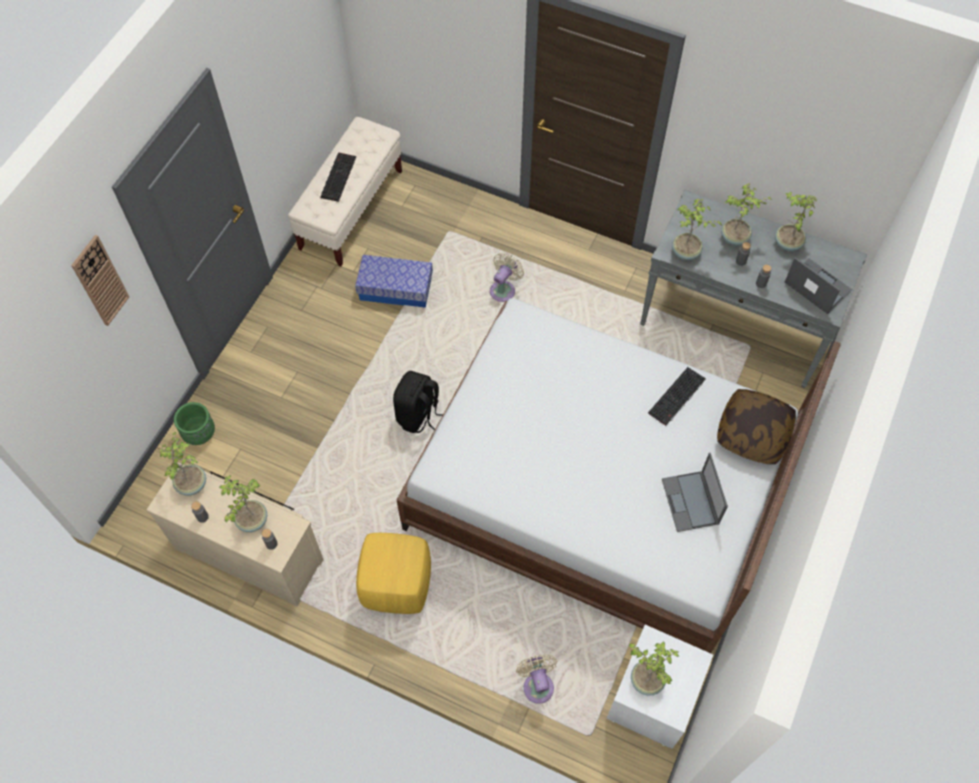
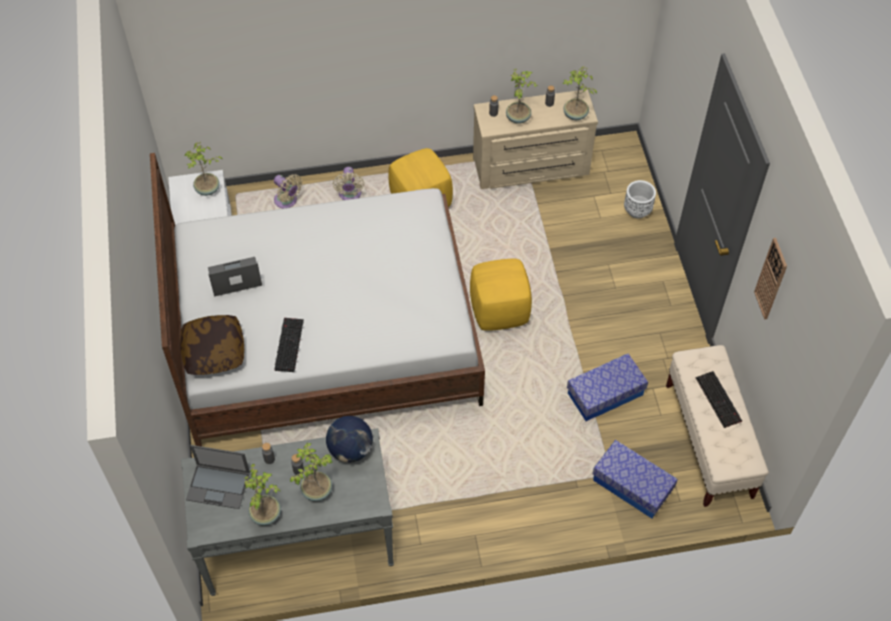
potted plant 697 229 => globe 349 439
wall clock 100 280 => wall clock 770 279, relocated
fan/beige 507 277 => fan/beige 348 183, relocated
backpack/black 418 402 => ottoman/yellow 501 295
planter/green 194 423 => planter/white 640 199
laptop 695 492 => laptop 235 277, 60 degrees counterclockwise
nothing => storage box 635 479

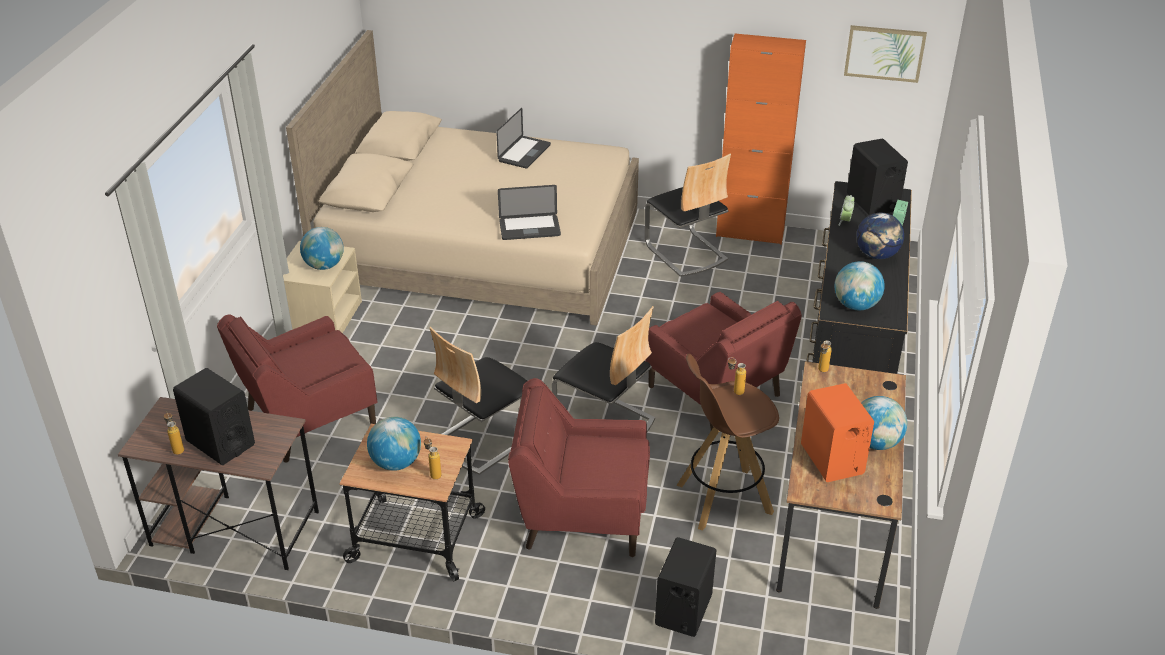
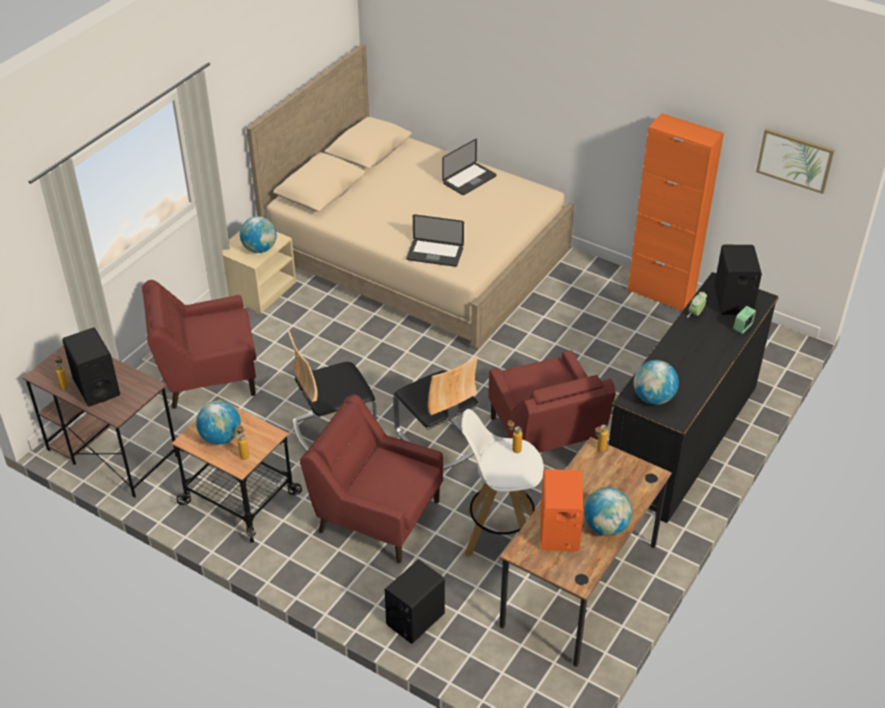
chair 688 215 => nothing
globe 880 236 => nothing
stool/brown 727 442 => stool/white 502 483

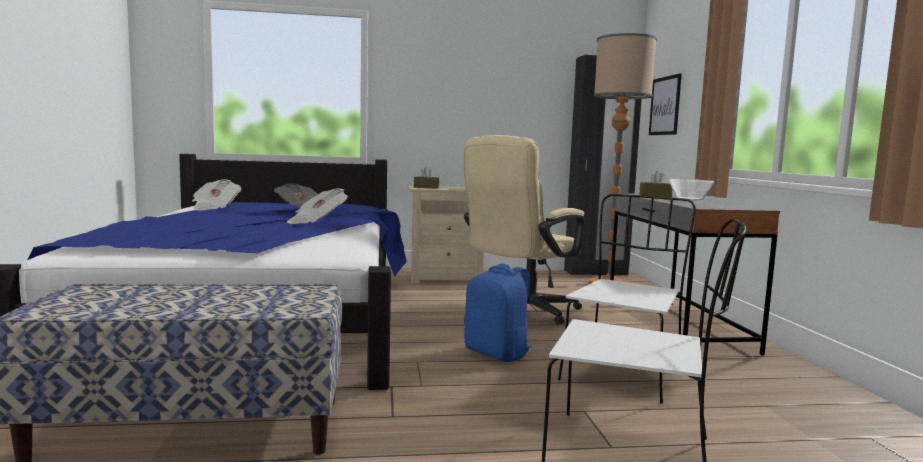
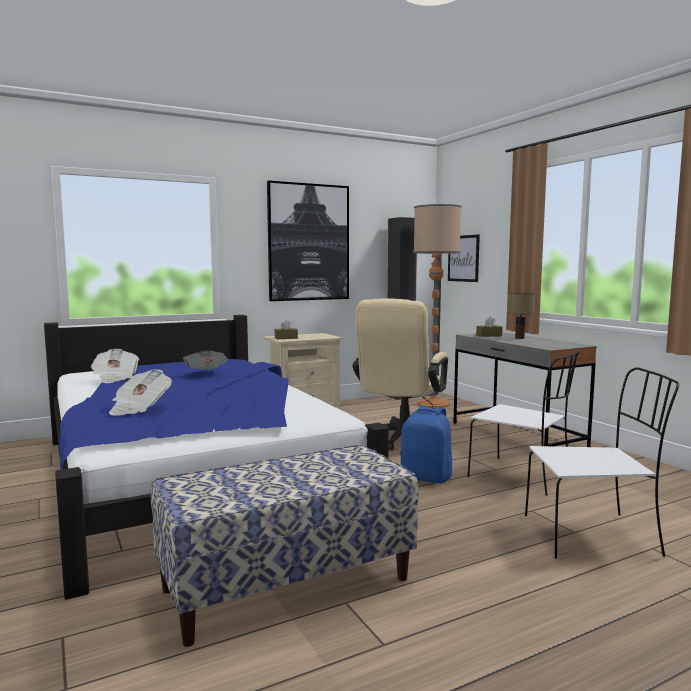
bowl 691 189 => table lamp 521 316
newspaper 317 206 => newspaper 140 392, relocated
chair/white 627 299 => chair/white 523 423, 120 degrees clockwise
nothing => picture 308 241

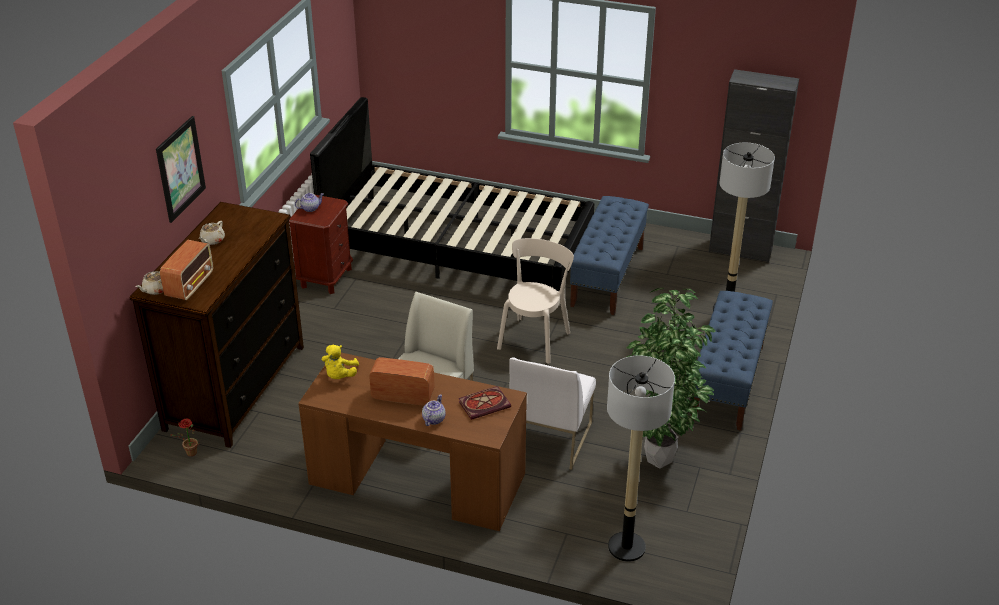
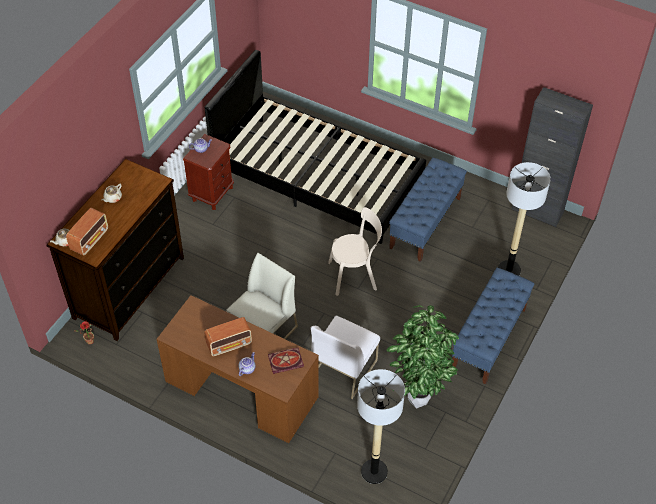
picture 181 169 => nothing
chair/beige 535 301 => chair/beige 355 251, 45 degrees clockwise
plush toy/yellow 340 362 => nothing
radio 402 381 => radio 228 336, 135 degrees clockwise

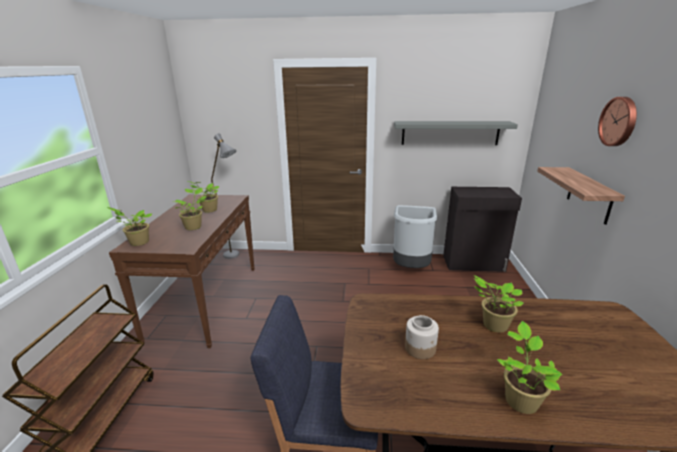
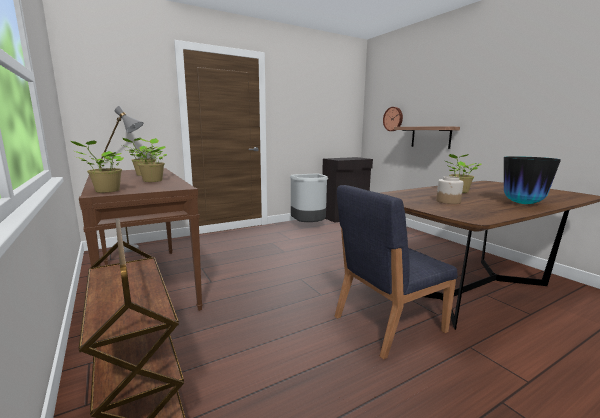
wall clock 617 121 => wall clock 393 119, relocated
shelf/grey 456 133 => nothing
potted plant 530 367 => vase 532 180

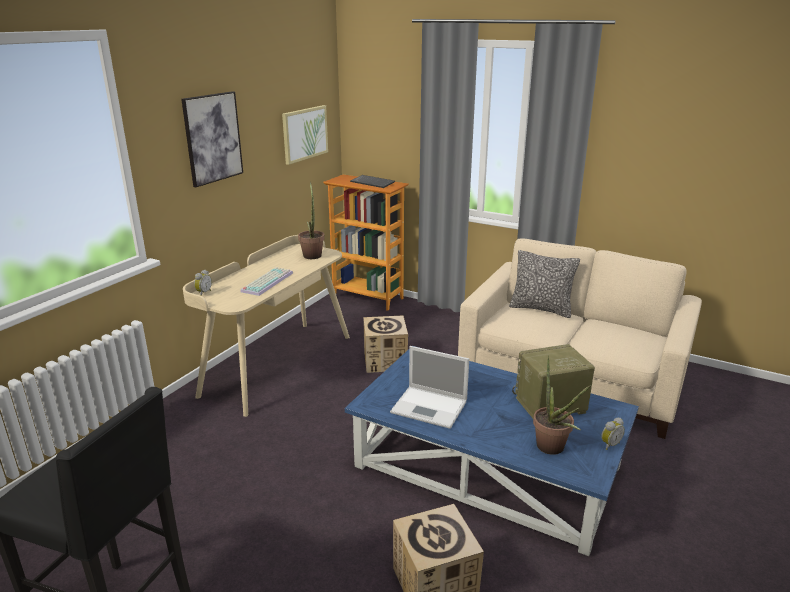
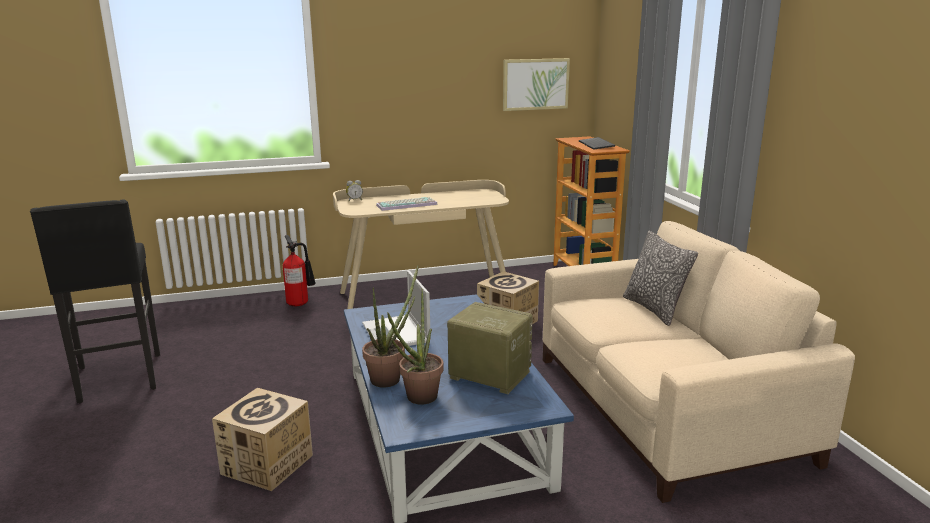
picture 212 139 => nothing
potted plant 311 220 => potted plant 390 326, relocated
alarm clock 613 434 => nothing
nothing => fire extinguisher 299 270

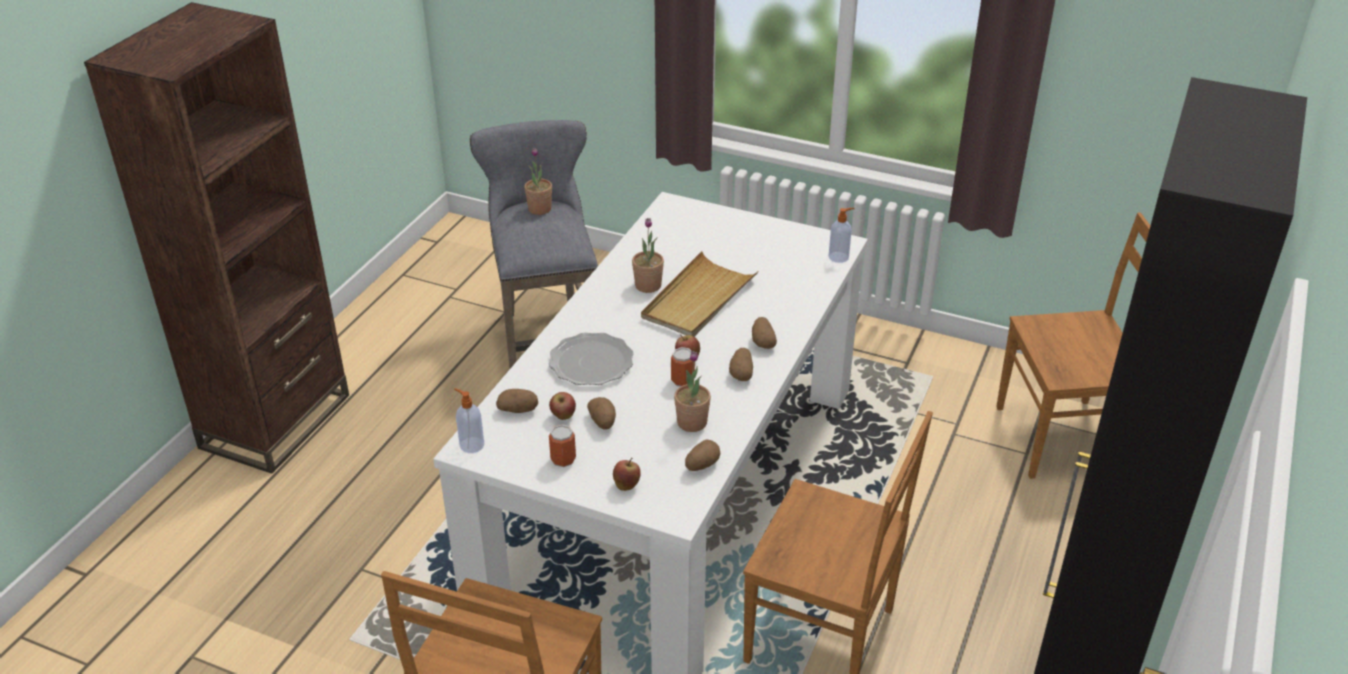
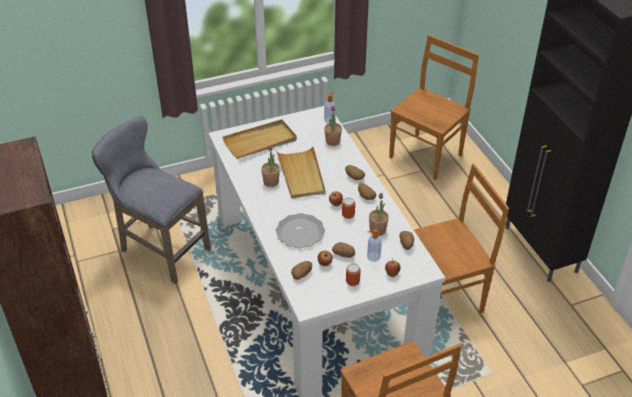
potted plant 538 181 => potted plant 333 126, relocated
soap dispenser 469 420 => soap dispenser 374 245, relocated
nothing => tray/beige 259 139

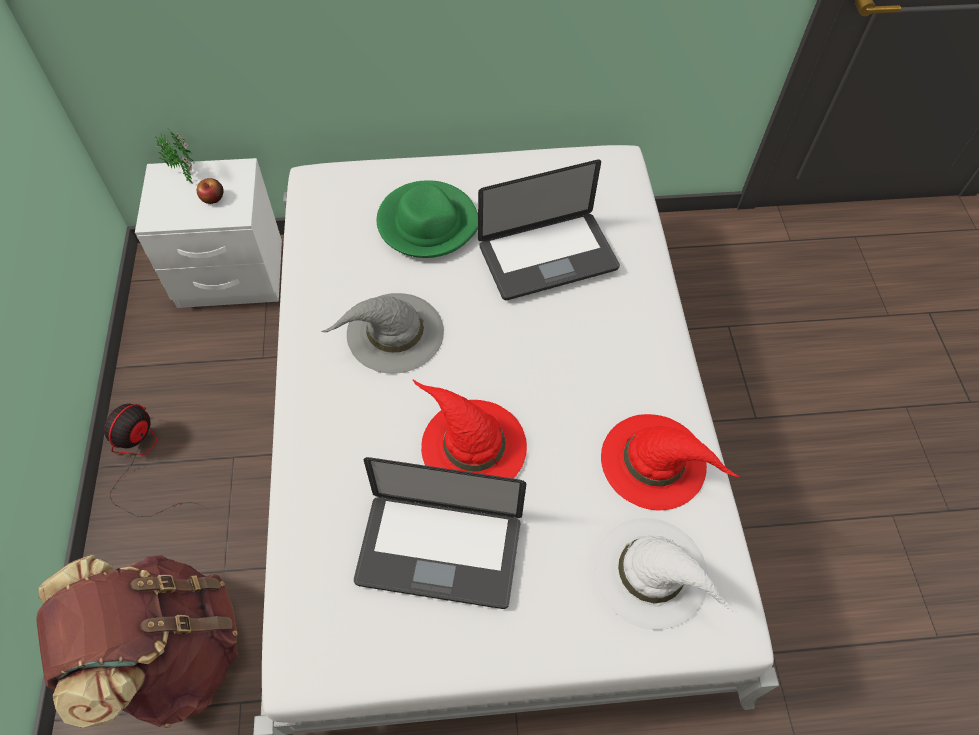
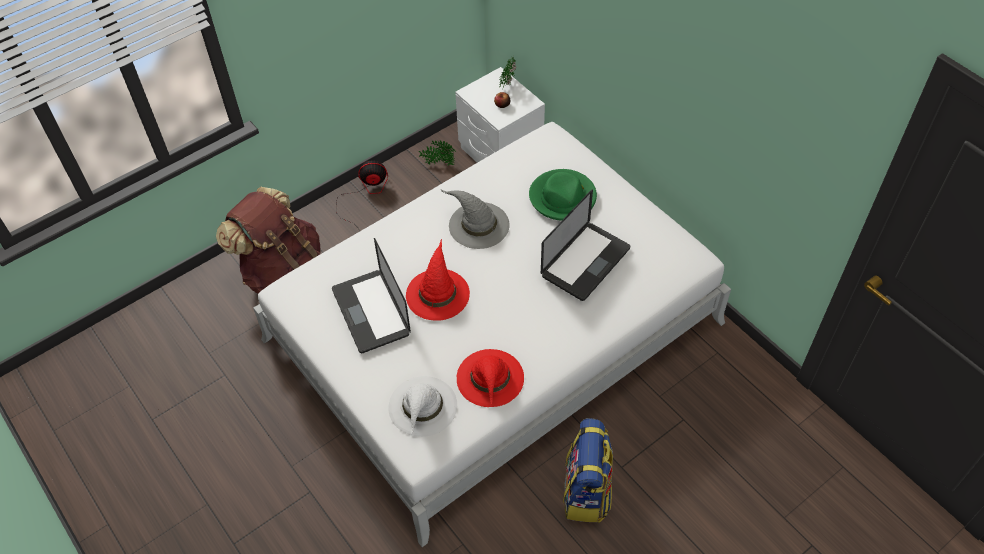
laptop 549 229 => laptop 585 245, 90 degrees counterclockwise
nothing => potted plant 437 153
nothing => backpack 588 470

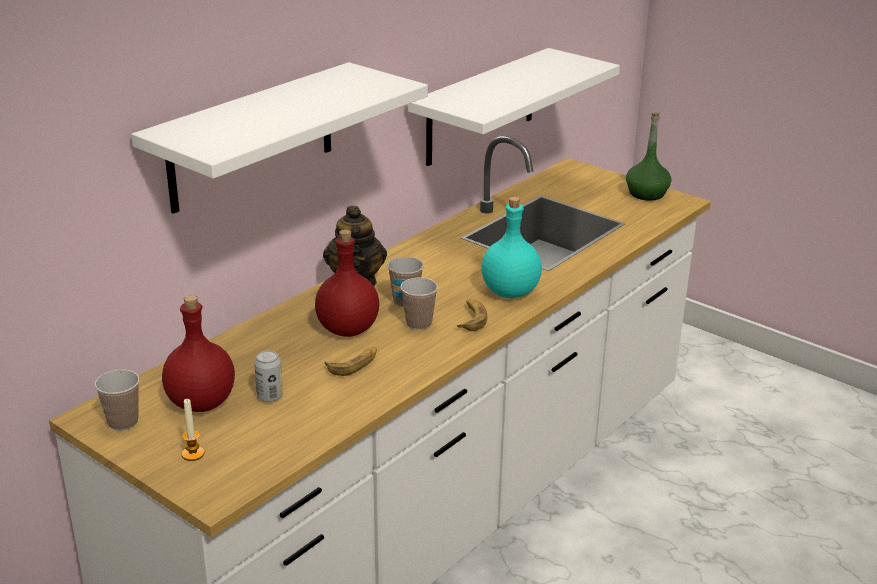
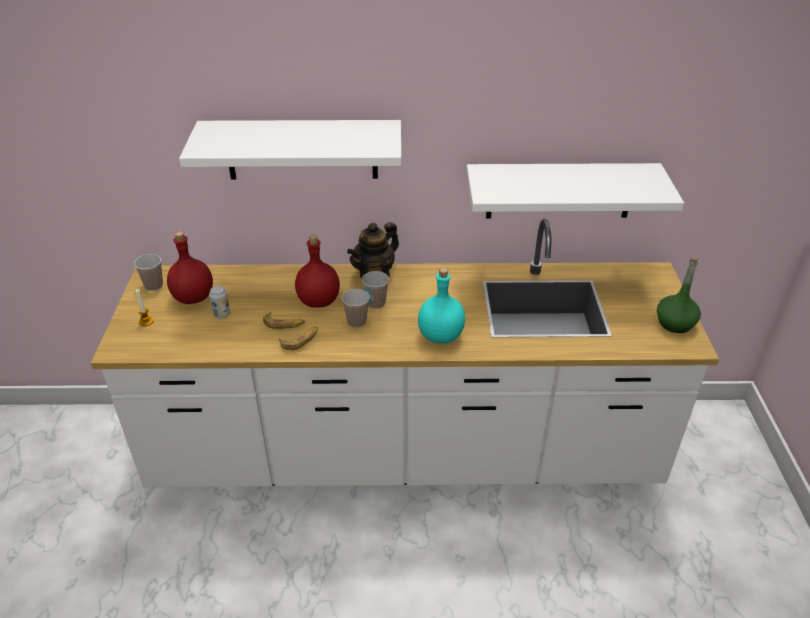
banana 472 315 => banana 298 338, relocated

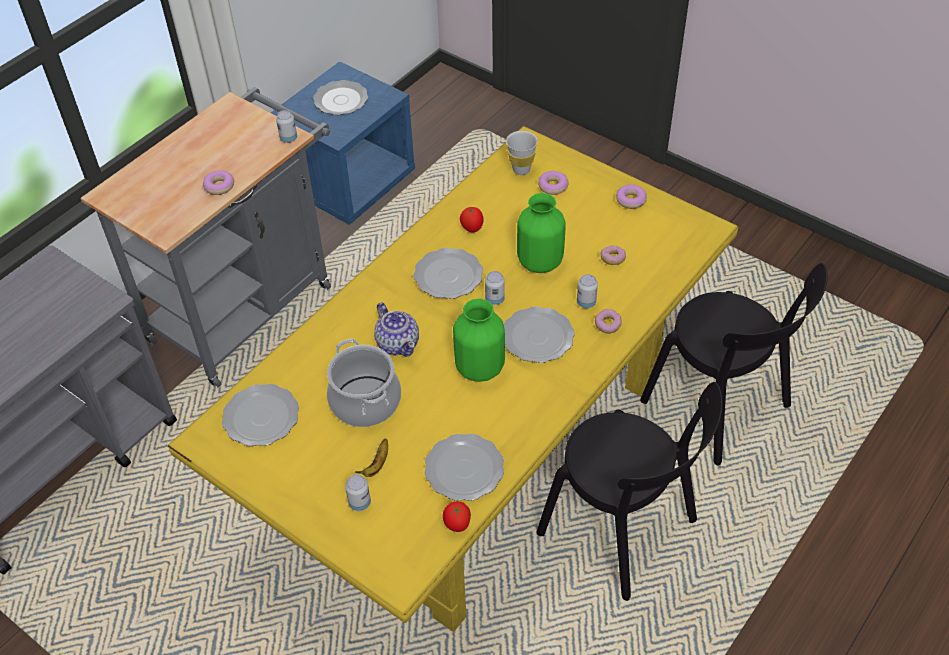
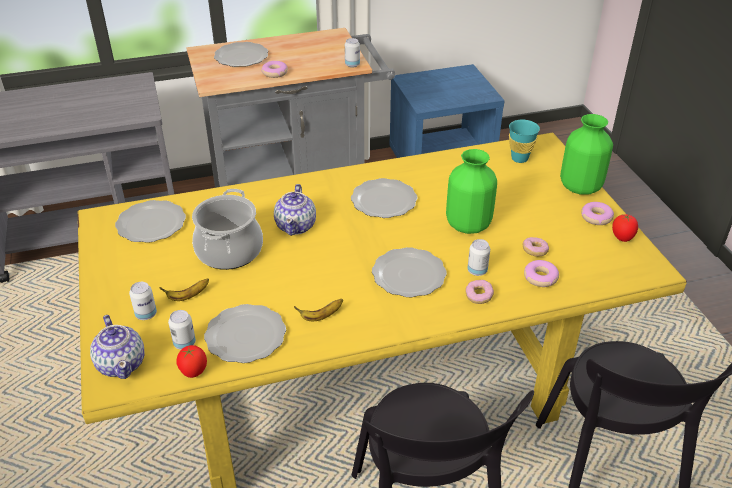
plate 340 97 => plate 241 54, relocated
cup/white 522 153 => cup/turquoise 524 141
donut 553 183 => donut 541 273, relocated
tomato 472 219 => tomato 625 228, relocated
can 495 288 => can 182 330, relocated
vase/green 479 340 => vase/green 586 154, relocated
nothing => banana 318 310
nothing => teapot 117 347

